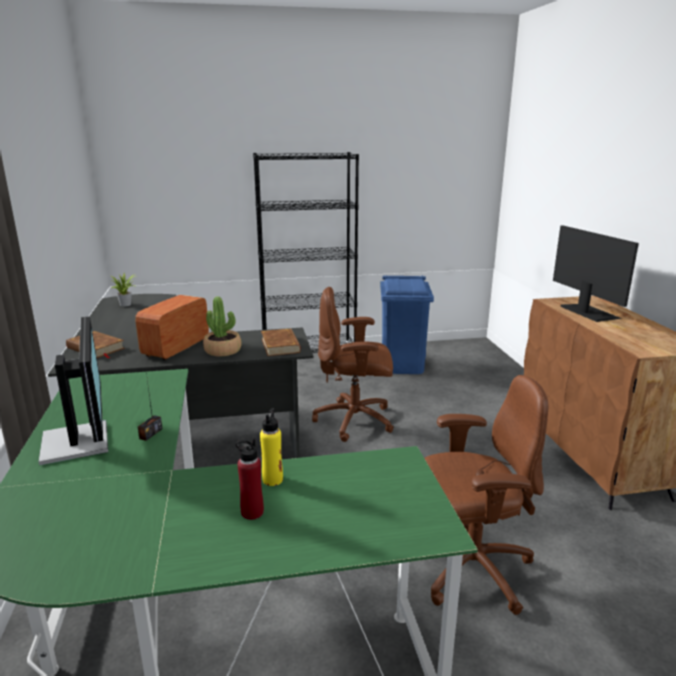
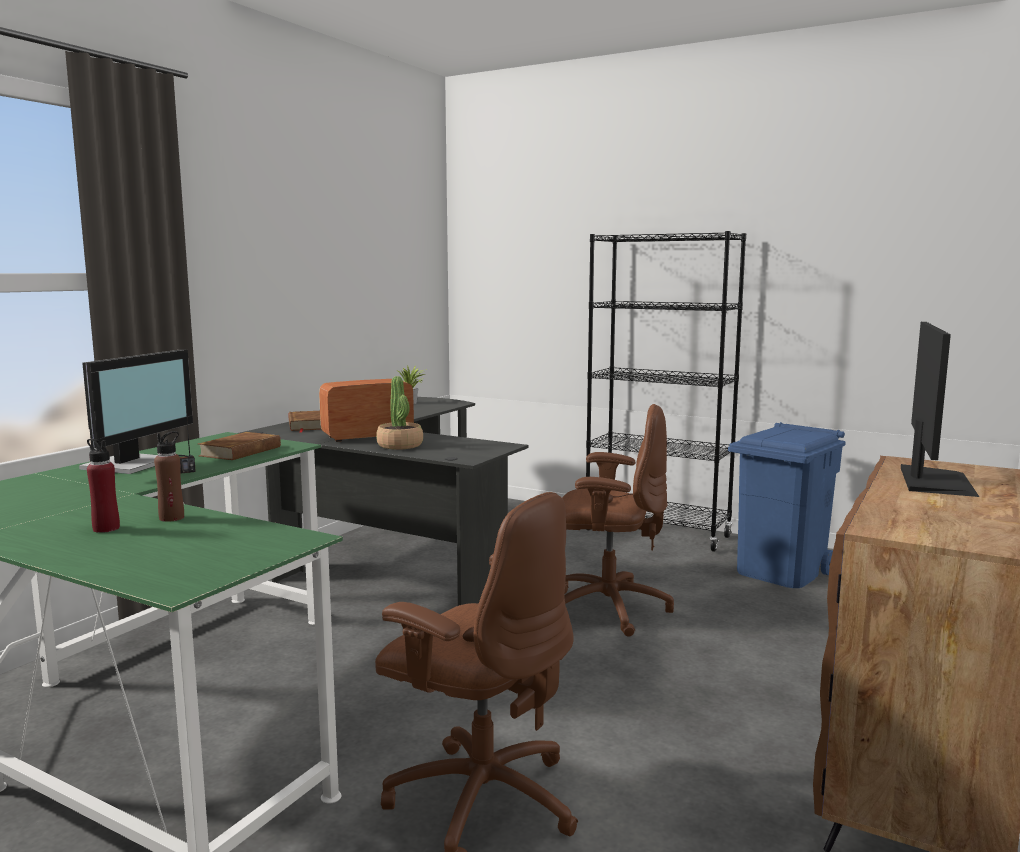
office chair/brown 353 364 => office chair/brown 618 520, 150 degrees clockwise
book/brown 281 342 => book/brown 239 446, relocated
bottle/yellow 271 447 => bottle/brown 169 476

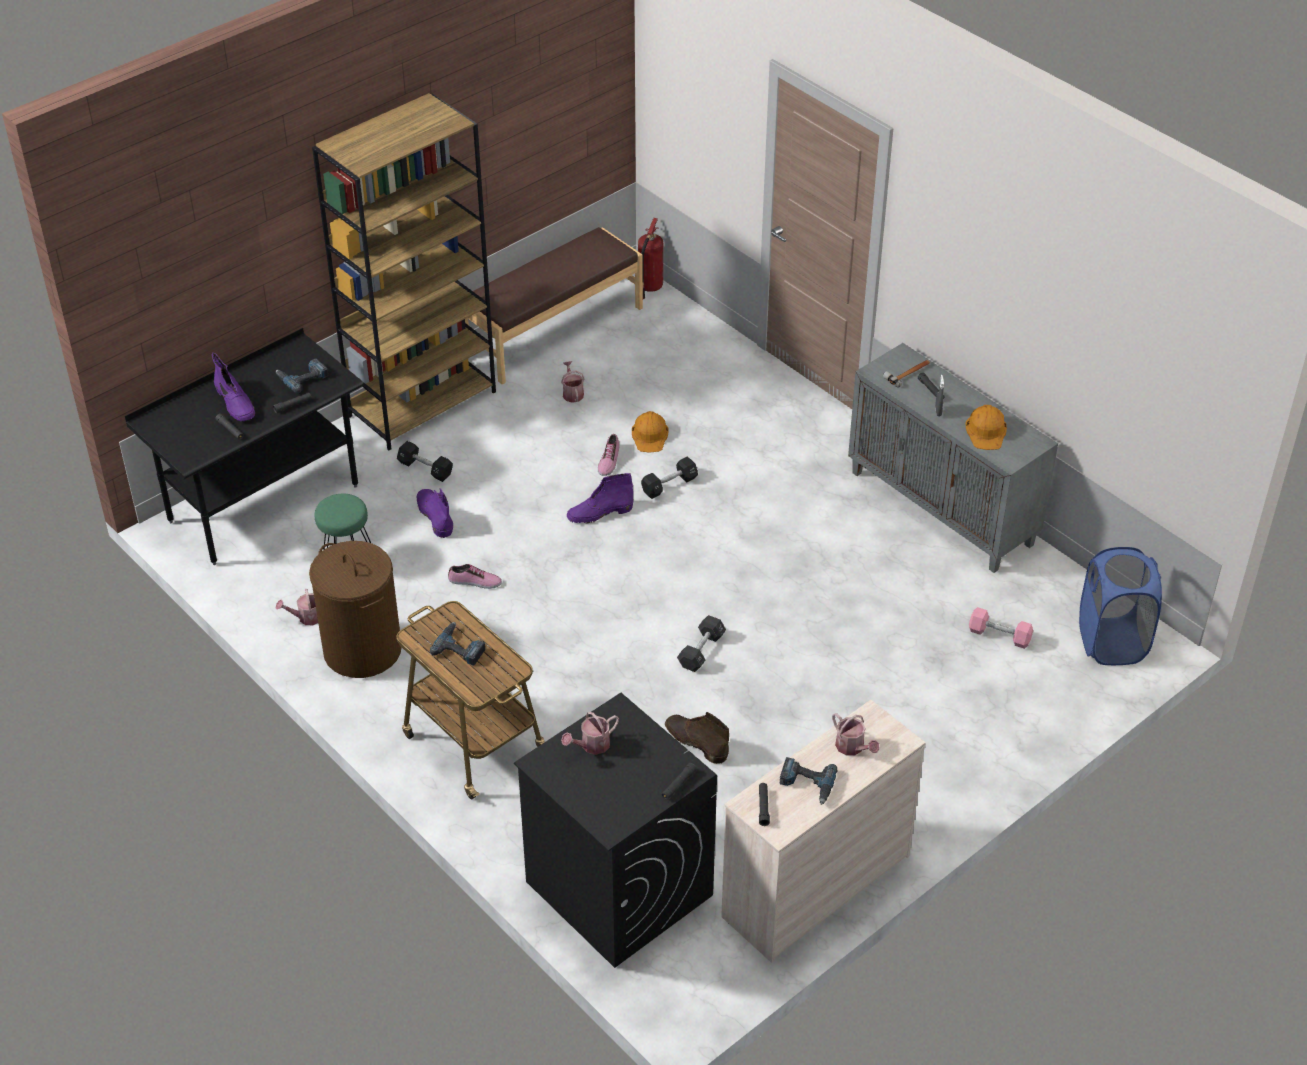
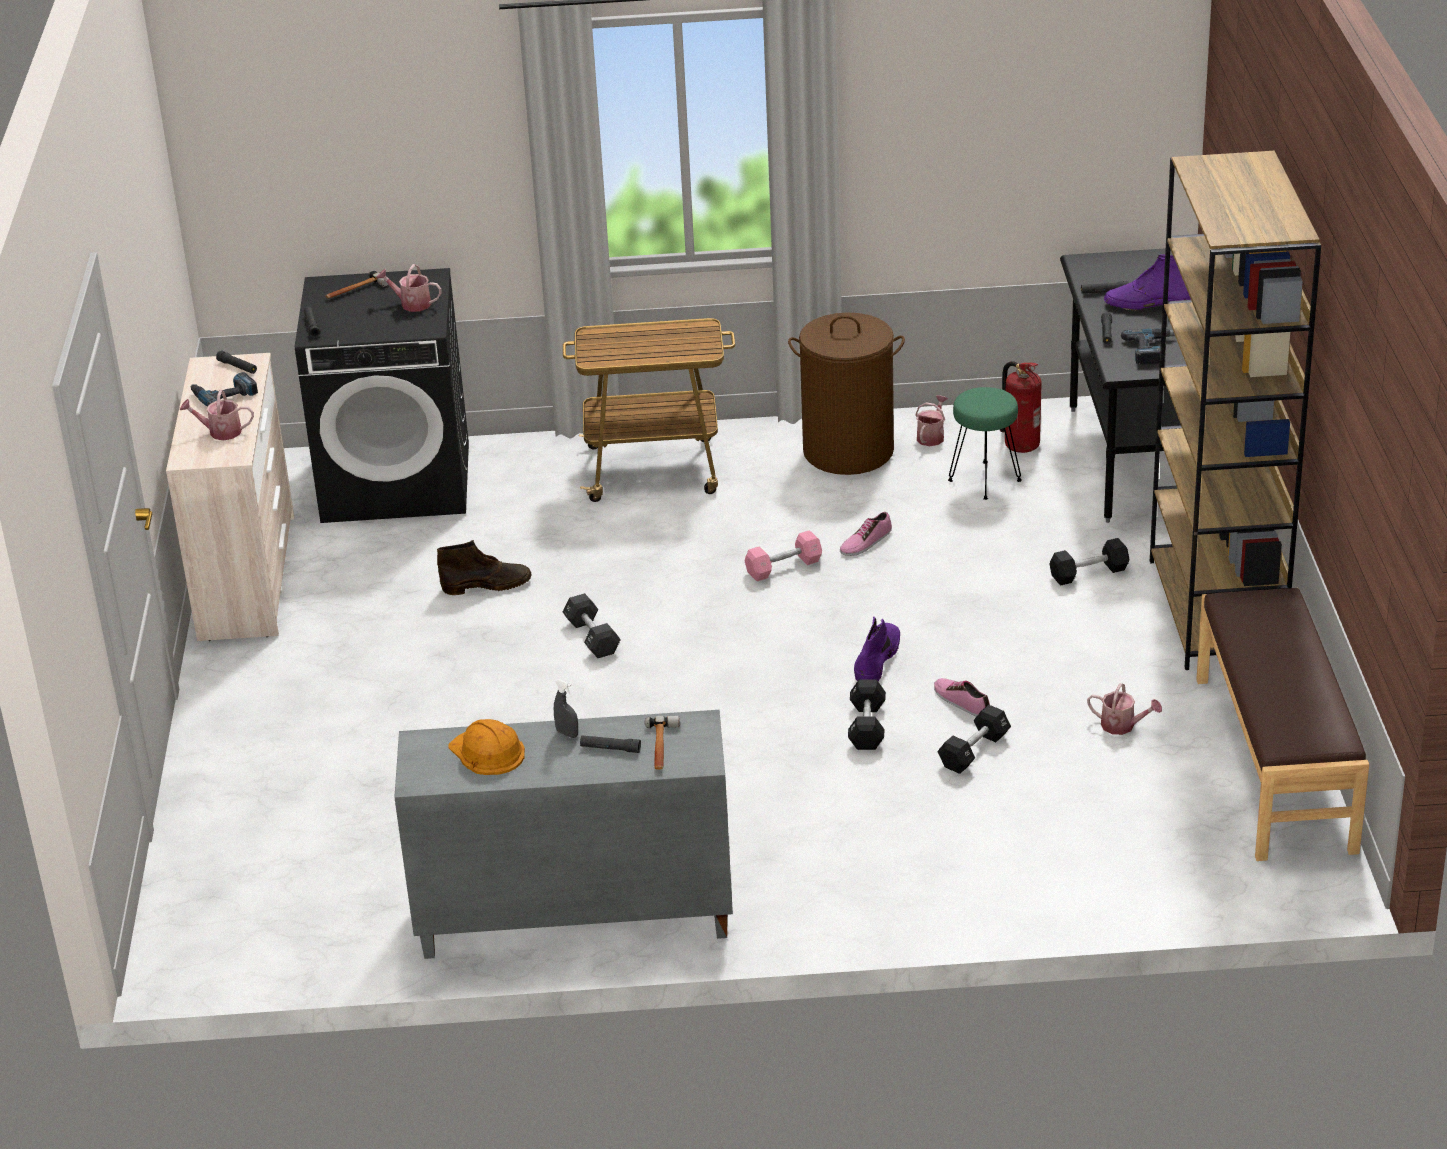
fire extinguisher 650 258 => fire extinguisher 1021 407, relocated
hard hat/orange 650 432 => dumbbell/black 974 739
boot/purple 435 513 => nothing
laundry basket/blue 1120 606 => nothing
dumbbell/pink 1001 628 => dumbbell/pink 783 555, relocated
power drill 458 644 => nothing
watering can 590 733 => watering can 409 288, 75 degrees counterclockwise
nothing => hammer 357 284

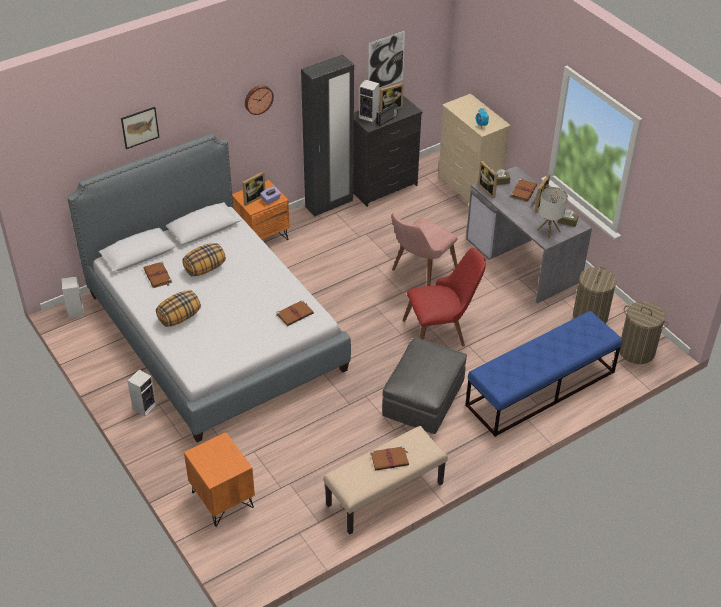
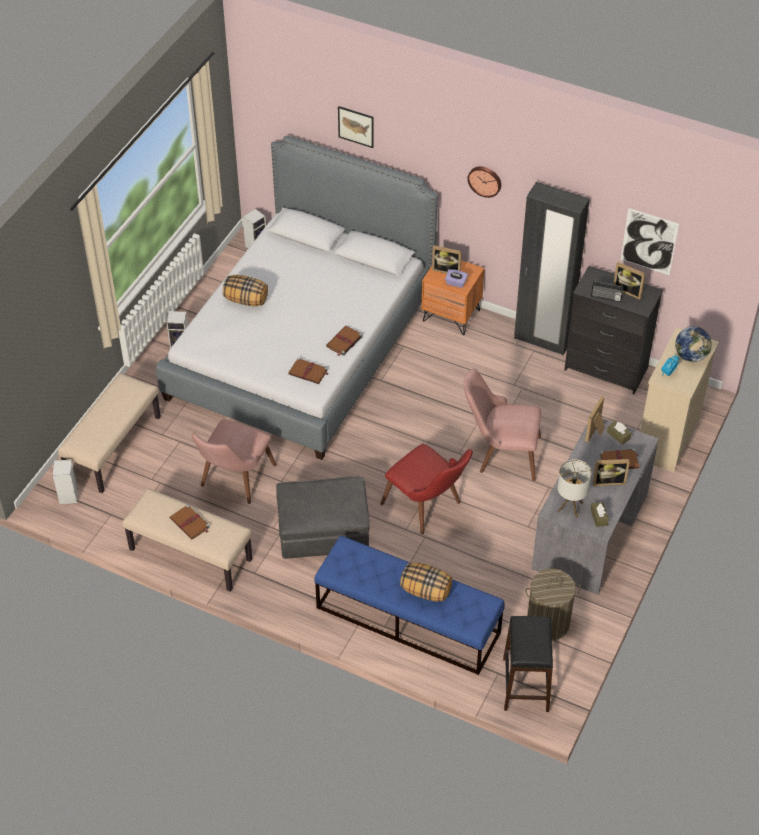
speaker 369 100 => speaker 65 482, relocated
pillow 204 259 => pillow 426 582, relocated
book/brown 158 275 => book/brown 344 341, relocated
laundry basket 644 332 => stool/black 528 664
nightstand/orange 219 479 => bench/beige 109 433
nothing => globe 693 344
nothing => chair/pink 234 461

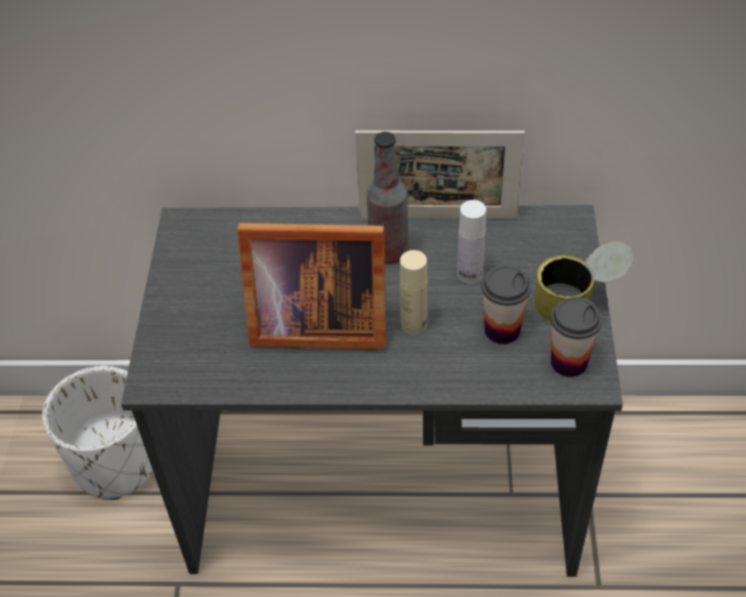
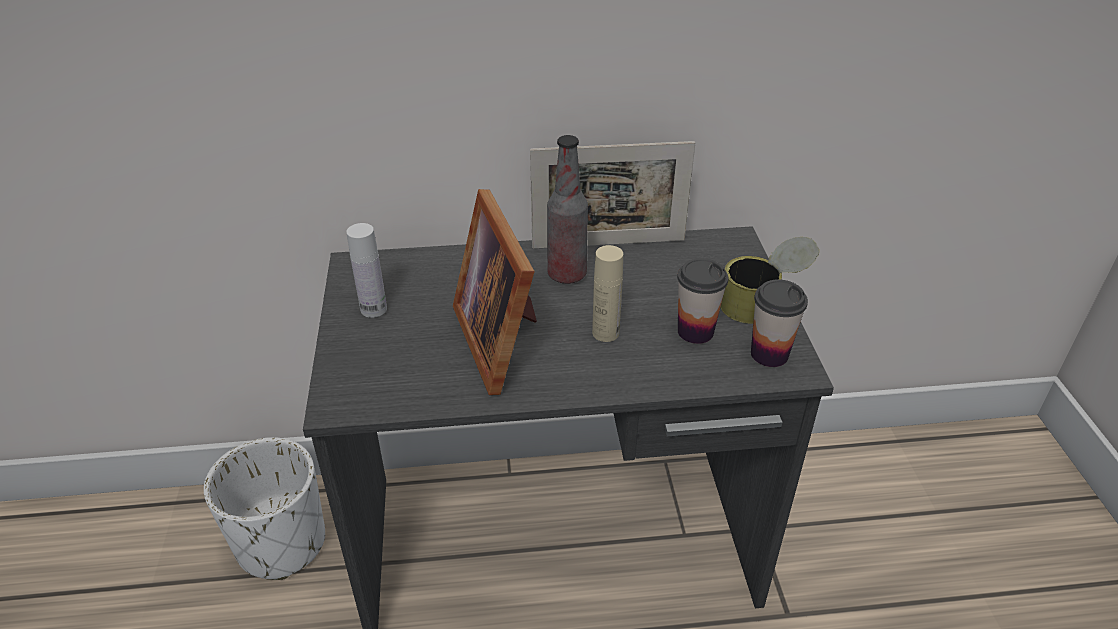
bottle/white 471 242 => bottle/white 366 270, relocated
picture frame 311 286 => picture frame 495 292, 75 degrees clockwise

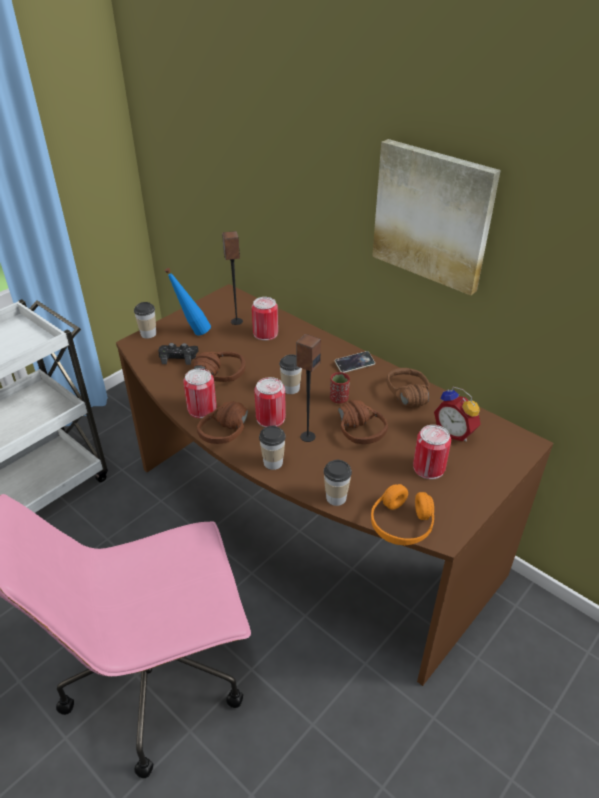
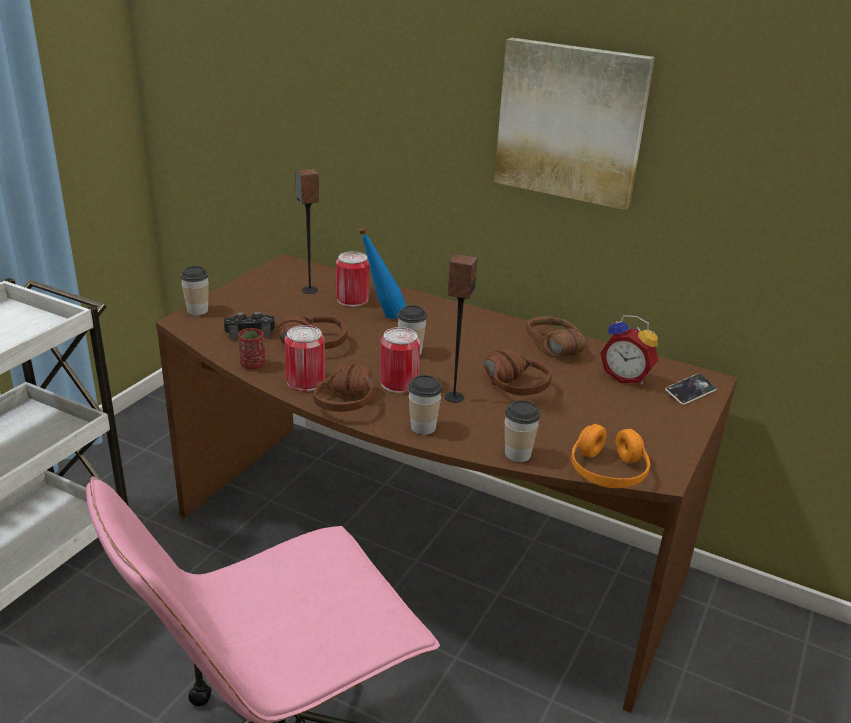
bottle/blue 188 301 => bottle/blue 382 273, relocated
phone 355 362 => phone 691 389, relocated
cup/red 340 388 => cup/red 251 348, relocated
can 432 452 => nothing

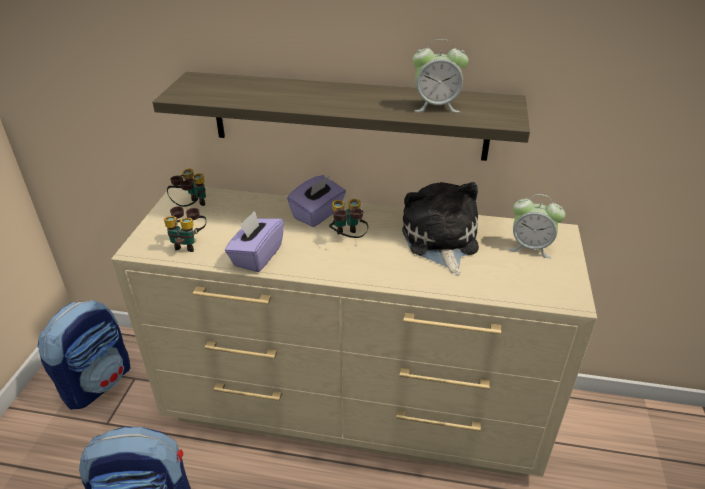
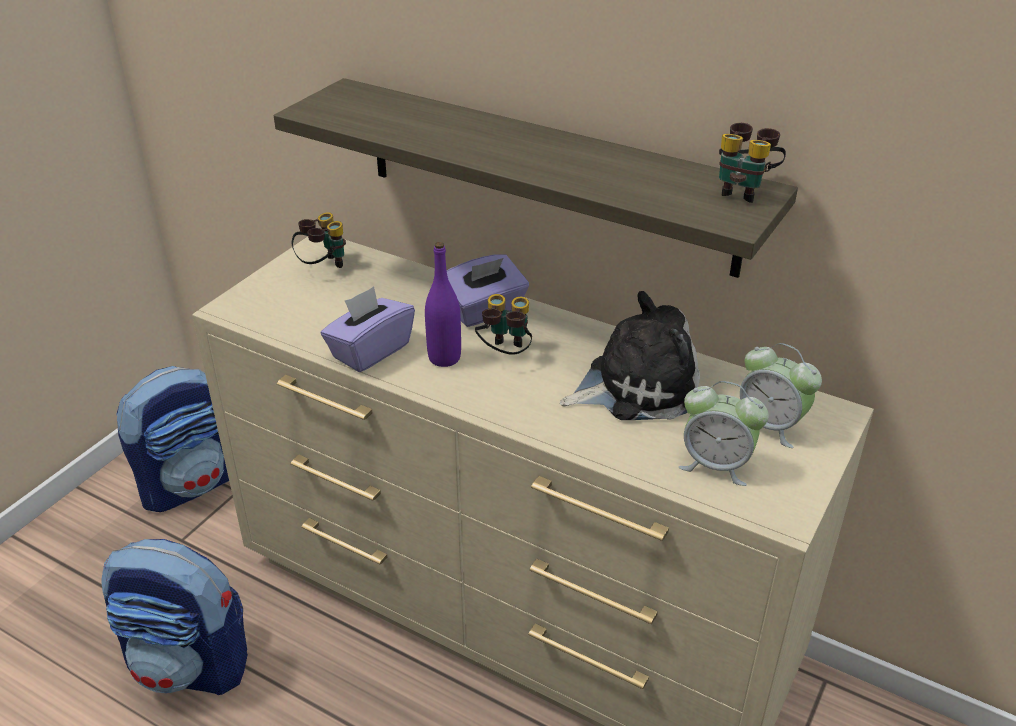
alarm clock 440 76 => alarm clock 724 433, relocated
plush toy 440 228 => plush toy 630 355, 60 degrees clockwise
binoculars 185 229 => binoculars 752 163, relocated
nothing => bottle/purple 443 304

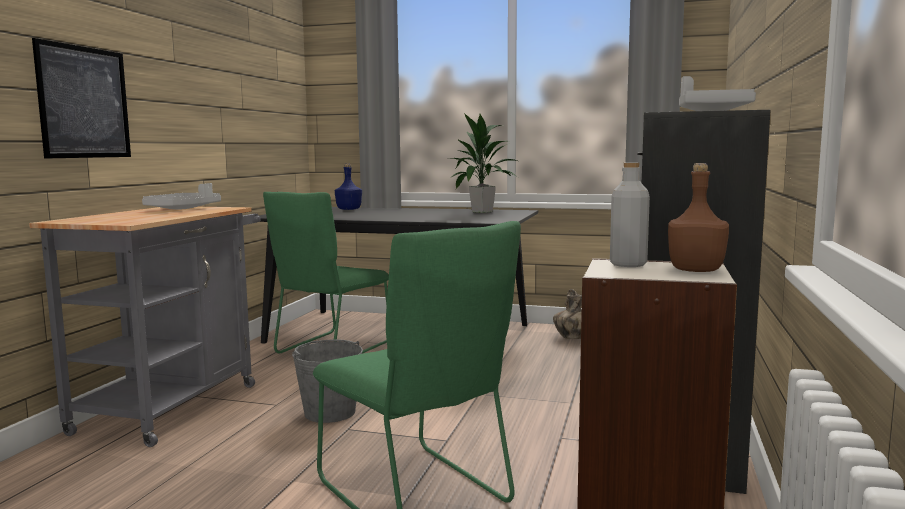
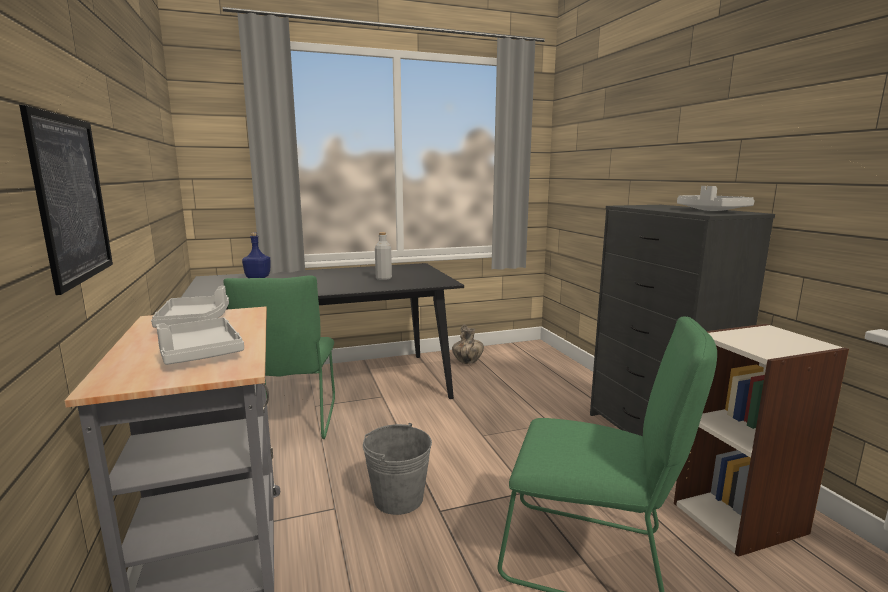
potted plant 483 163 => nothing
bottle/grey 630 215 => bottle/grey 383 256, relocated
bottle/brown 698 217 => nothing
nothing => tray/grey 200 341

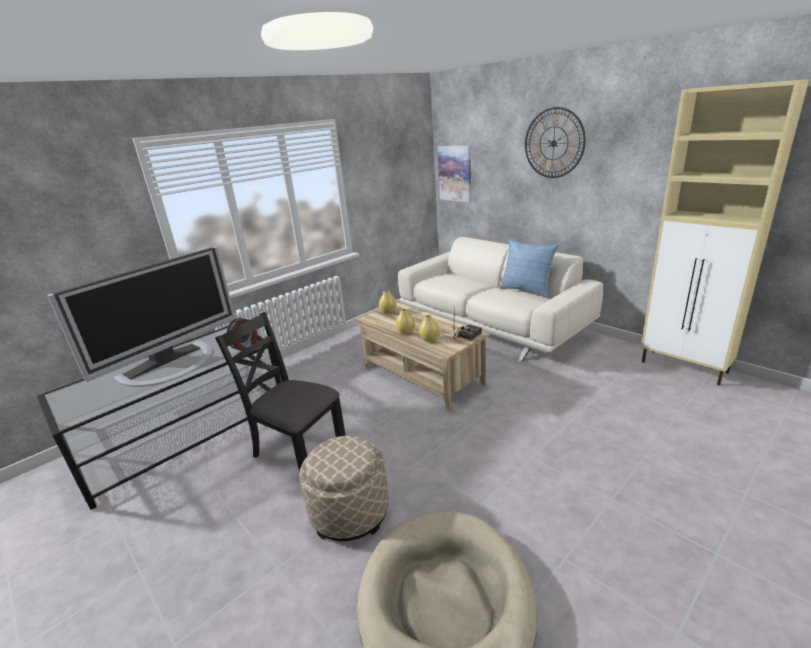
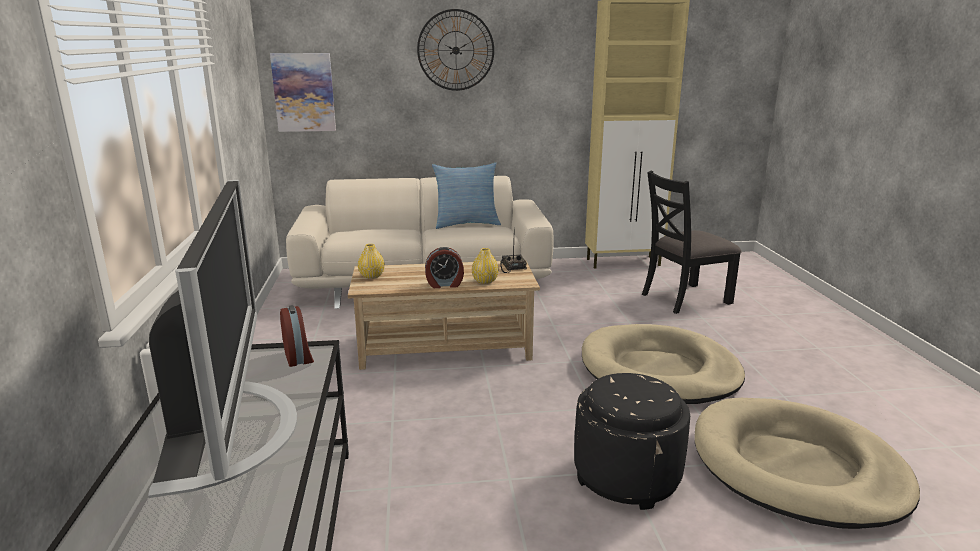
vase/yellow 405 322 => alarm clock 444 267
chair/black 280 392 => chair/black 691 242, relocated
ottoman/beige 344 488 => ottoman/black 632 441
nothing => dog bed/beige 663 364

